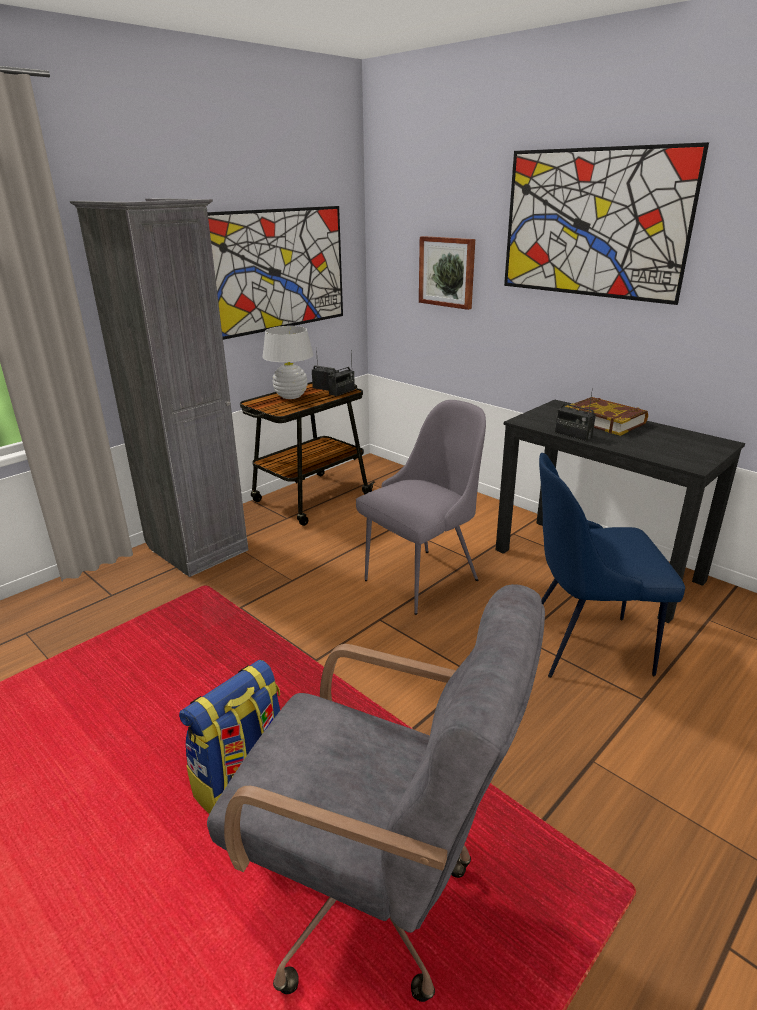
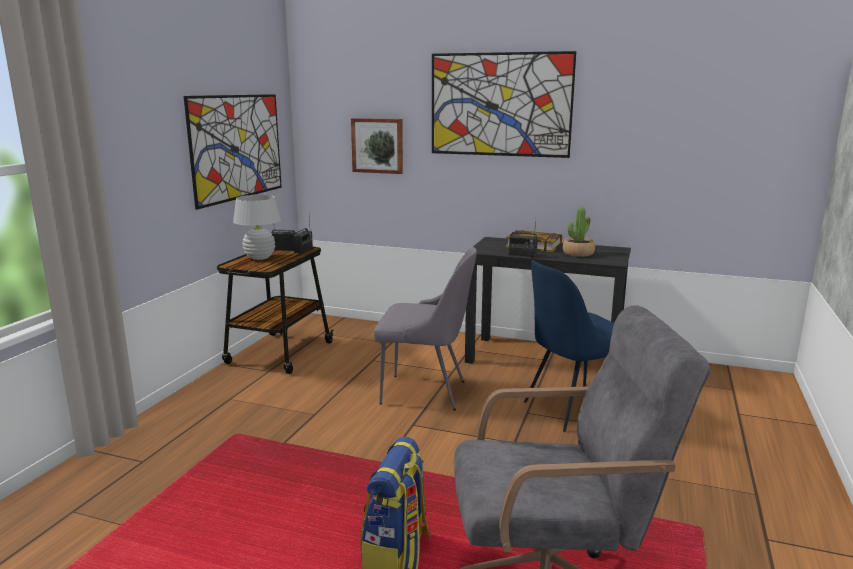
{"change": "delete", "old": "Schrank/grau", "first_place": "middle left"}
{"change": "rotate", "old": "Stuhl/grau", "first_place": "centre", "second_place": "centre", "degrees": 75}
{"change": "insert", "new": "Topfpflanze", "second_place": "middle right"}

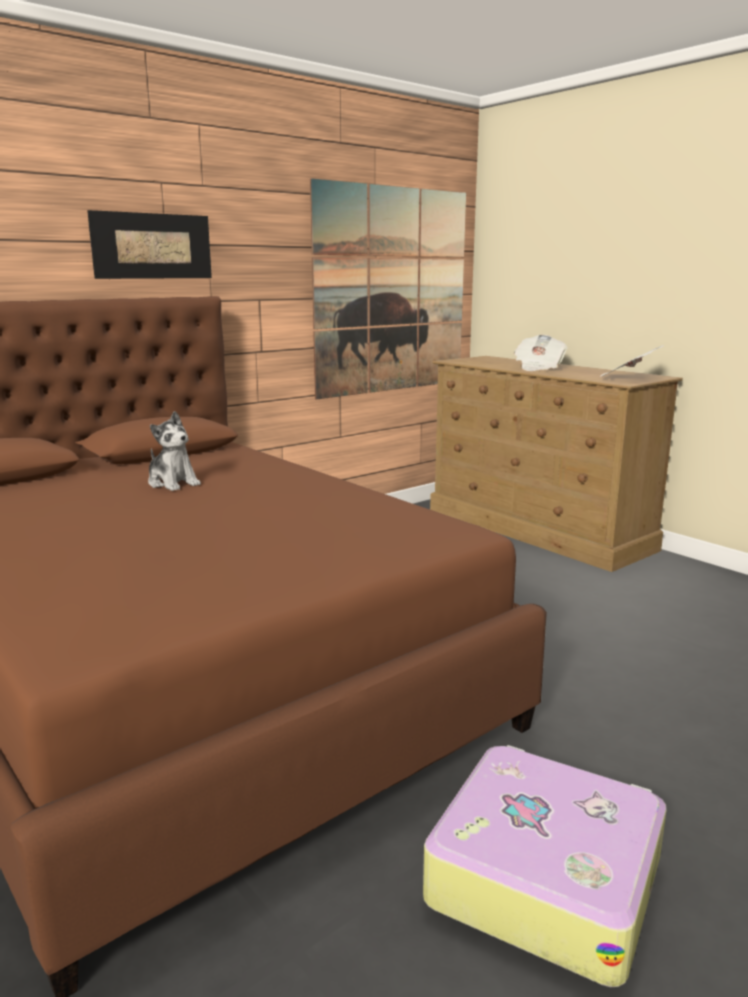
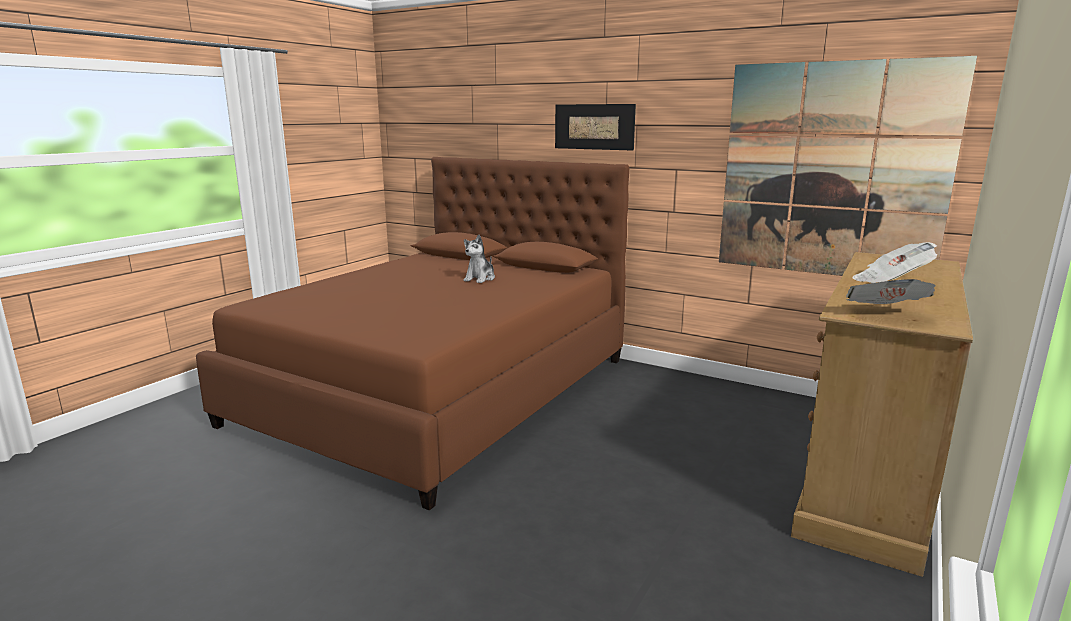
{"change": "delete", "old": "Koffer", "first_place": "bottom right"}

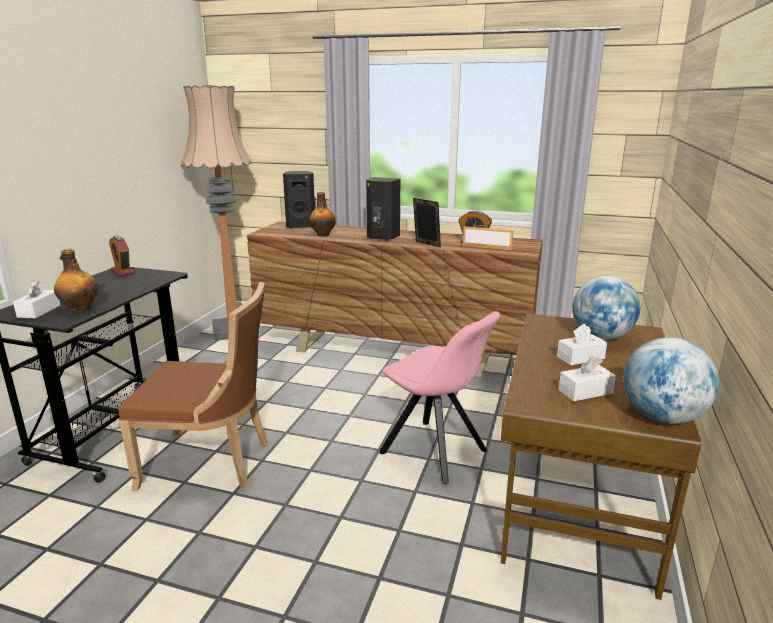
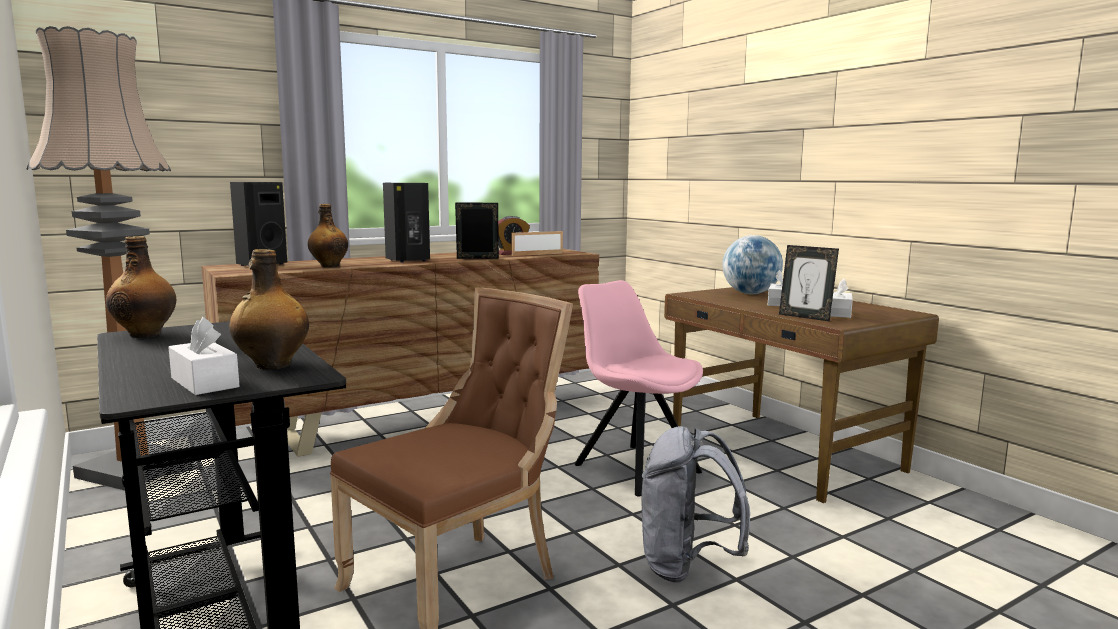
{"change": "replace", "old": "Wecker (1st from left)", "new": "Flasche (1st from left)", "first_place": "middle left", "second_place": "middle left"}
{"change": "rotate", "old": "Stuhl/rosa", "first_place": "centre", "second_place": "centre", "degrees": -120}
{"change": "delete", "old": "Globus (2nd from left)", "first_place": "middle right"}
{"change": "insert", "new": "Bilderrahmen (3rd from left)", "second_place": "middle right"}
{"change": "insert", "new": "Rucksack/grau", "second_place": "bottom centre"}

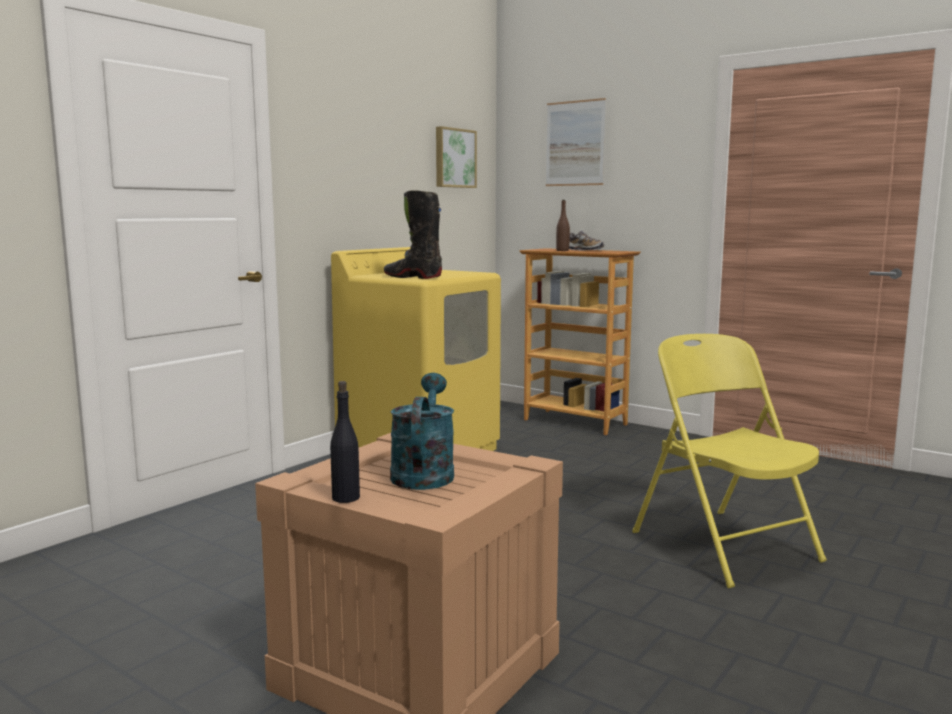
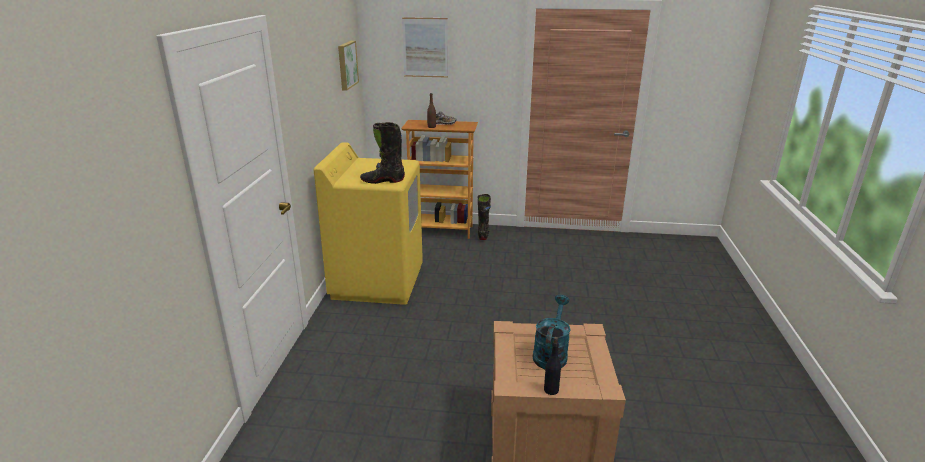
{"change": "delete", "old": "Stuhl/gelb", "first_place": "middle right"}
{"change": "rotate", "old": "Gießkanne/türkis", "first_place": "centre", "second_place": "bottom centre", "degrees": 45}
{"change": "insert", "new": "Stiefel/schwarz (2nd from left)", "second_place": "centre"}

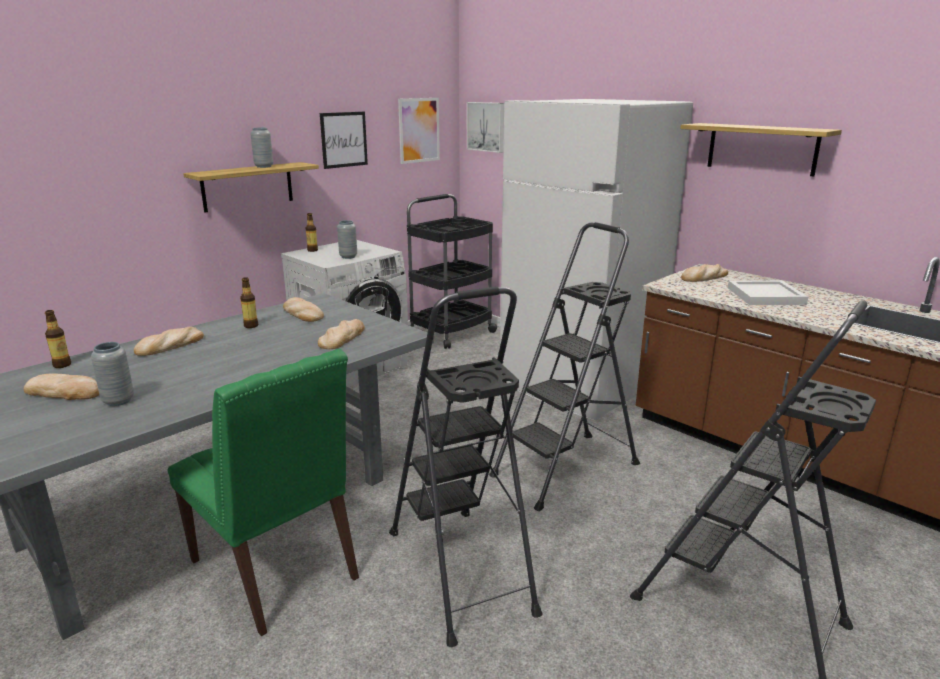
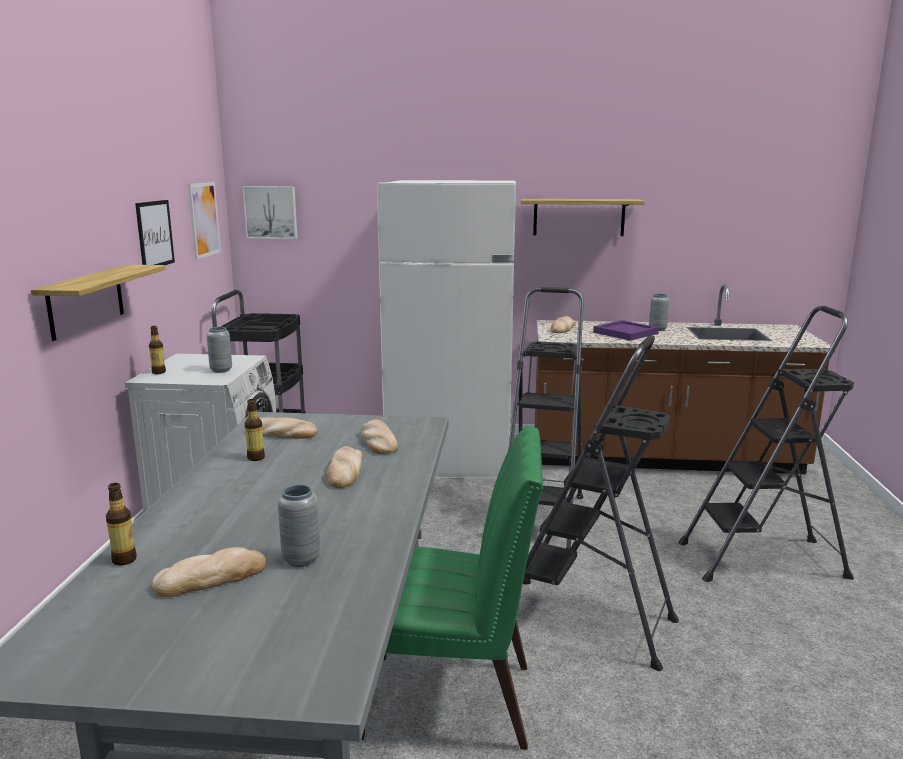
{"change": "move", "old": "Vase/grau (2nd from left in the first image)", "new": "Vase/grau (3rd from left)", "first_place": "top left", "second_place": "middle right"}
{"change": "recolor", "old": "Tablett/weiß", "new": "Tablett/lila", "first_place": "middle right", "second_place": "middle right"}
{"change": "move", "old": "Brot (2nd from left in the first image)", "new": "Brot (3rd from left)", "first_place": "middle left", "second_place": "centre"}

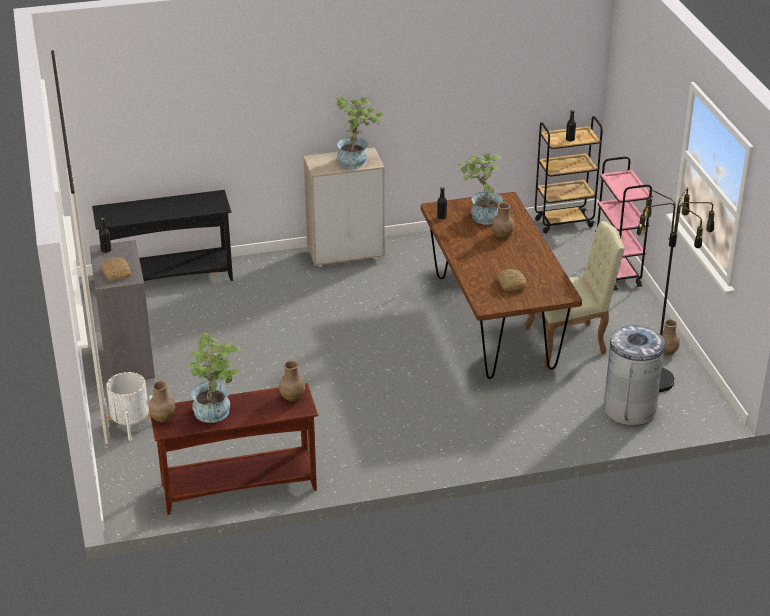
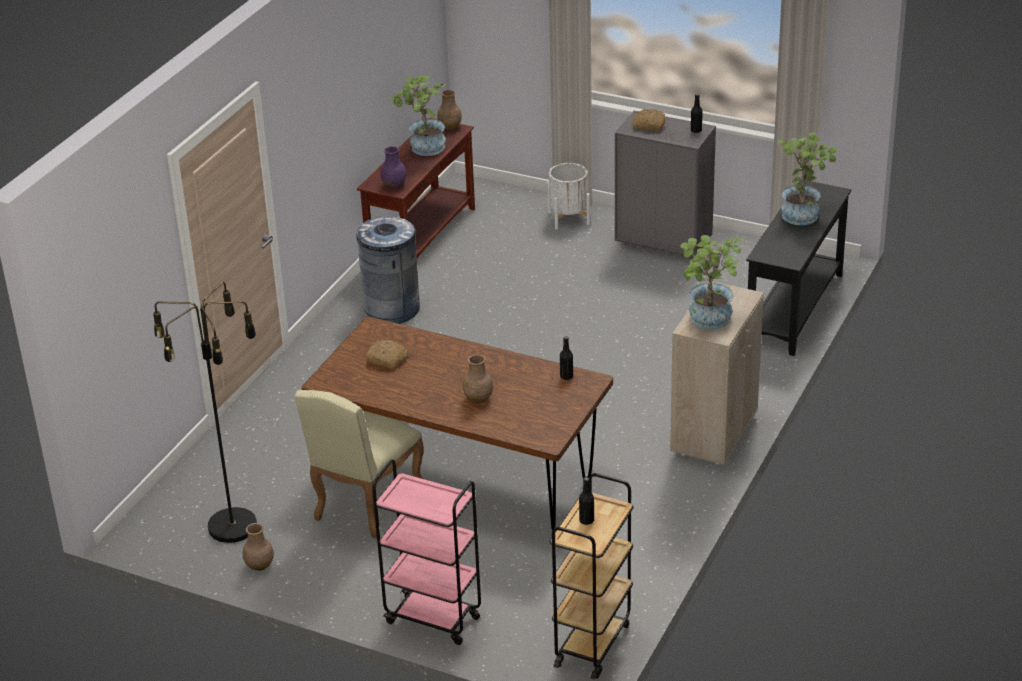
{"change": "move", "old": "Topfpflanze (3rd from left)", "first_place": "top centre", "second_place": "top right"}
{"change": "move", "old": "Mülleimer/grau", "first_place": "middle right", "second_place": "centre"}
{"change": "recolor", "old": "Vase/braun (2nd from left)", "new": "Vase/lila", "first_place": "centre", "second_place": "top centre"}

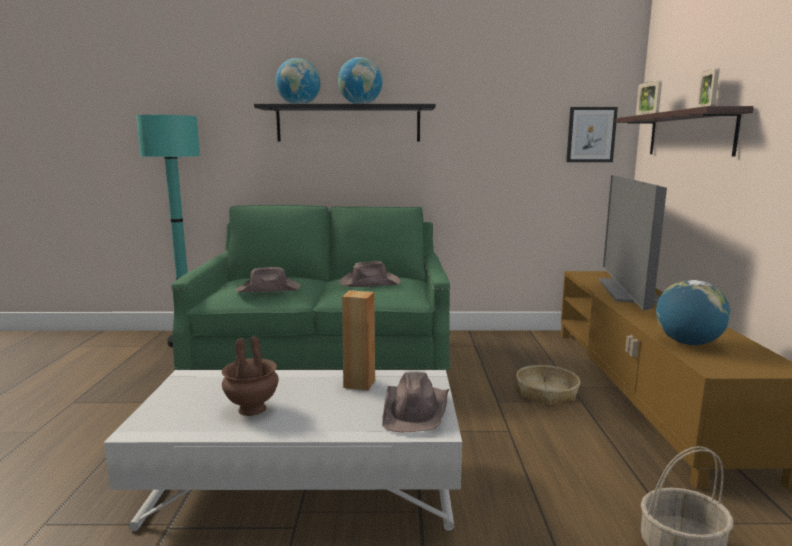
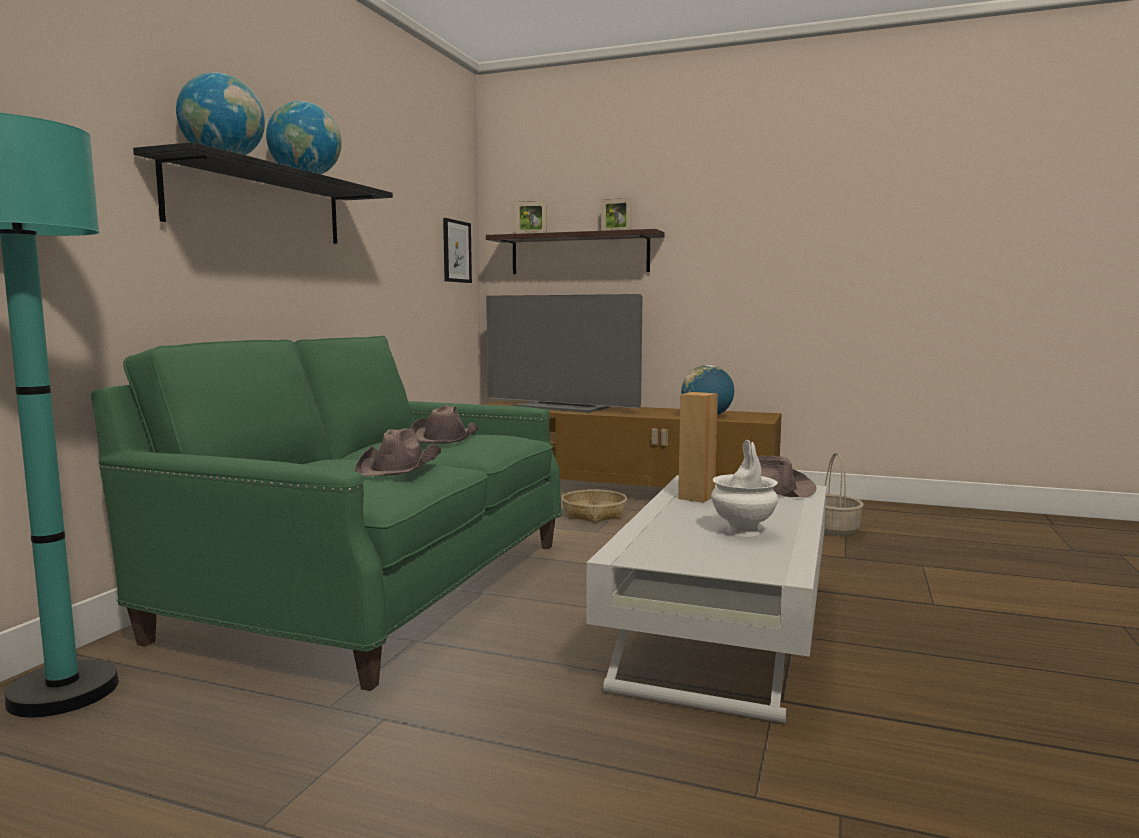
{"change": "recolor", "old": "Vase/braun", "new": "Vase/weiß", "first_place": "bottom left", "second_place": "centre"}

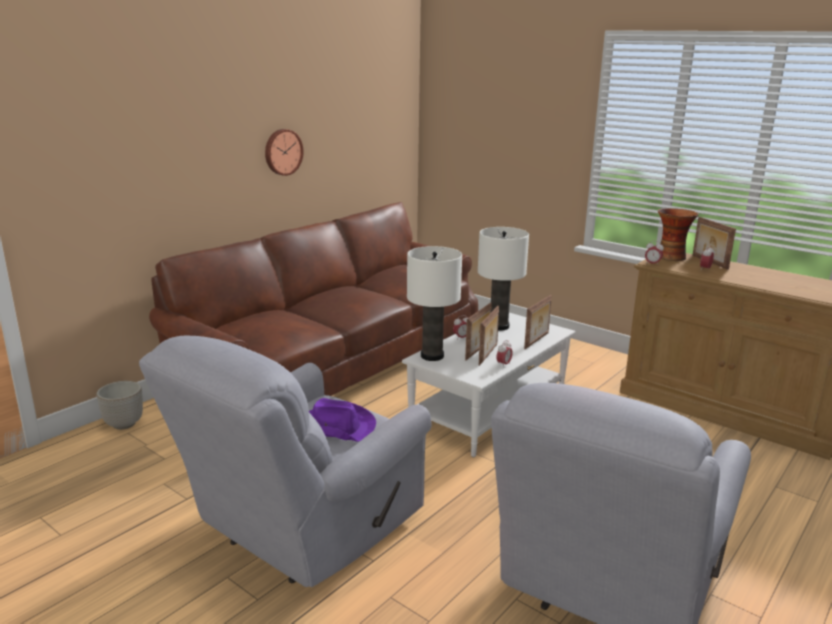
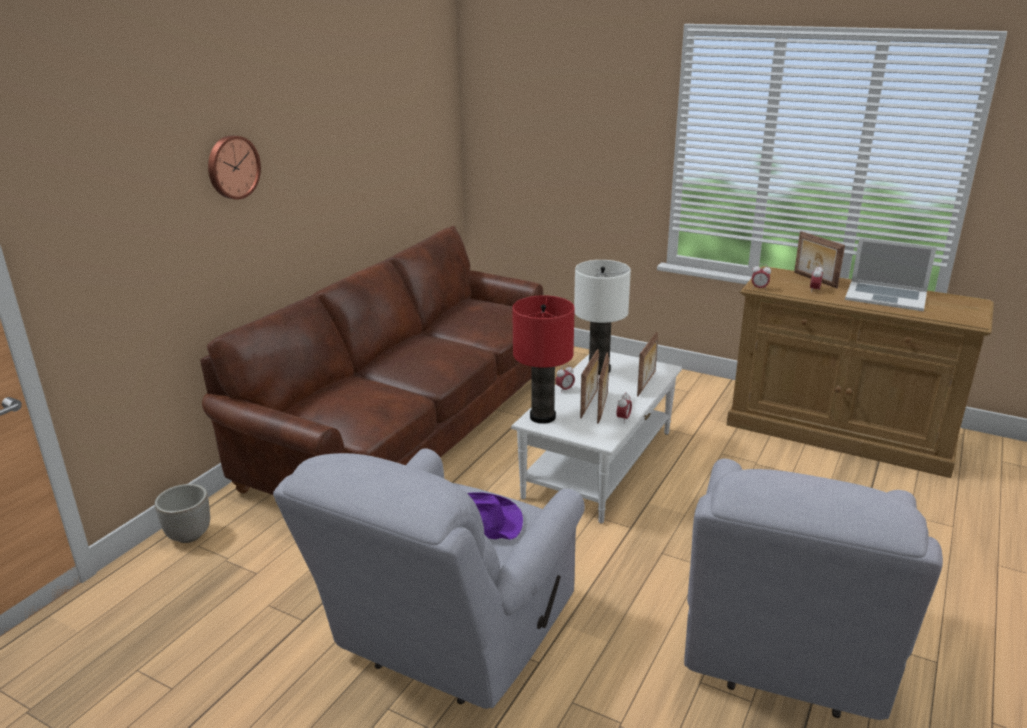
{"change": "move", "old": "Wanduhr", "first_place": "top centre", "second_place": "top left"}
{"change": "delete", "old": "Vase", "first_place": "middle right"}
{"change": "recolor", "old": "Tischlampe/weiß (1st from left)", "new": "Tischlampe/rot", "first_place": "centre", "second_place": "centre"}
{"change": "insert", "new": "Laptop", "second_place": "middle right"}

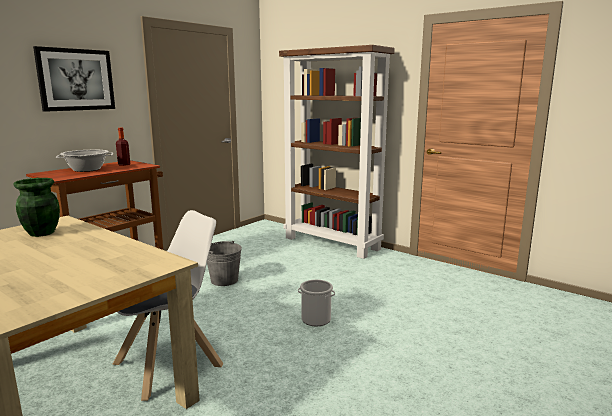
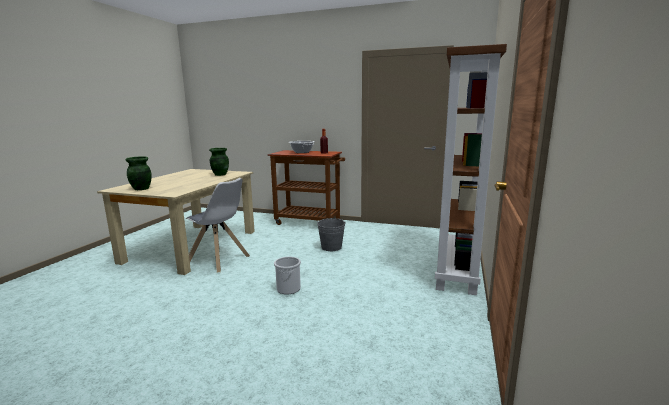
{"change": "delete", "old": "Bild", "first_place": "top left"}
{"change": "insert", "new": "Vase/grün (1st from left)", "second_place": "middle left"}

